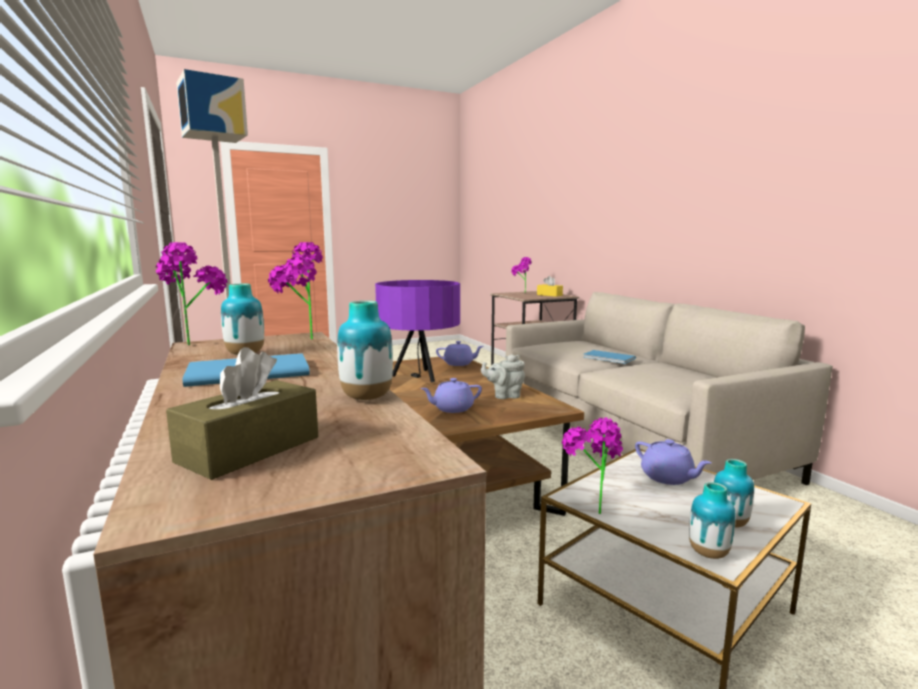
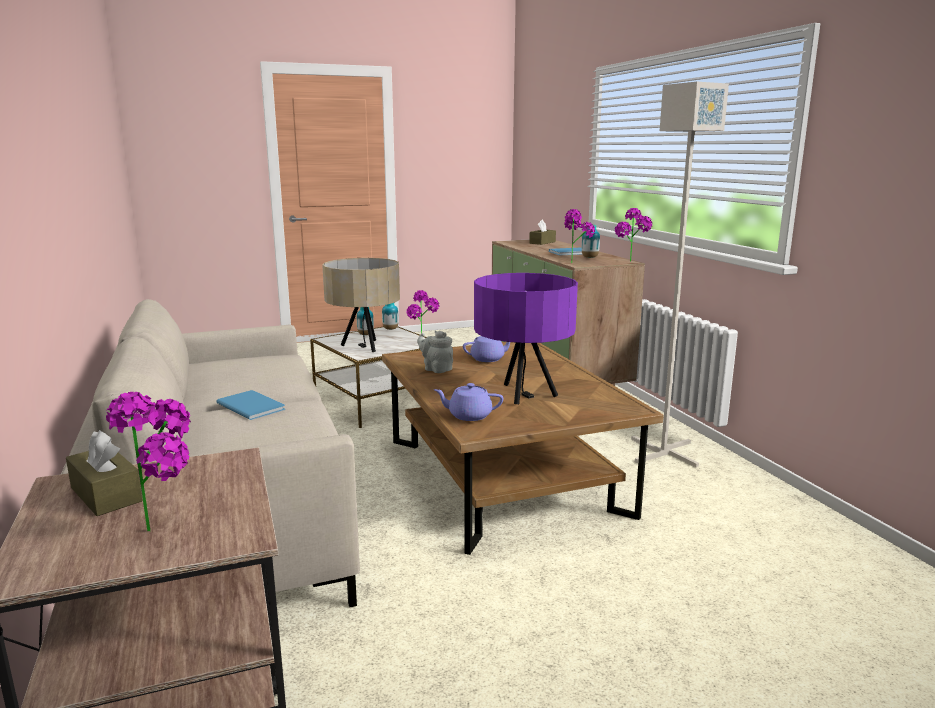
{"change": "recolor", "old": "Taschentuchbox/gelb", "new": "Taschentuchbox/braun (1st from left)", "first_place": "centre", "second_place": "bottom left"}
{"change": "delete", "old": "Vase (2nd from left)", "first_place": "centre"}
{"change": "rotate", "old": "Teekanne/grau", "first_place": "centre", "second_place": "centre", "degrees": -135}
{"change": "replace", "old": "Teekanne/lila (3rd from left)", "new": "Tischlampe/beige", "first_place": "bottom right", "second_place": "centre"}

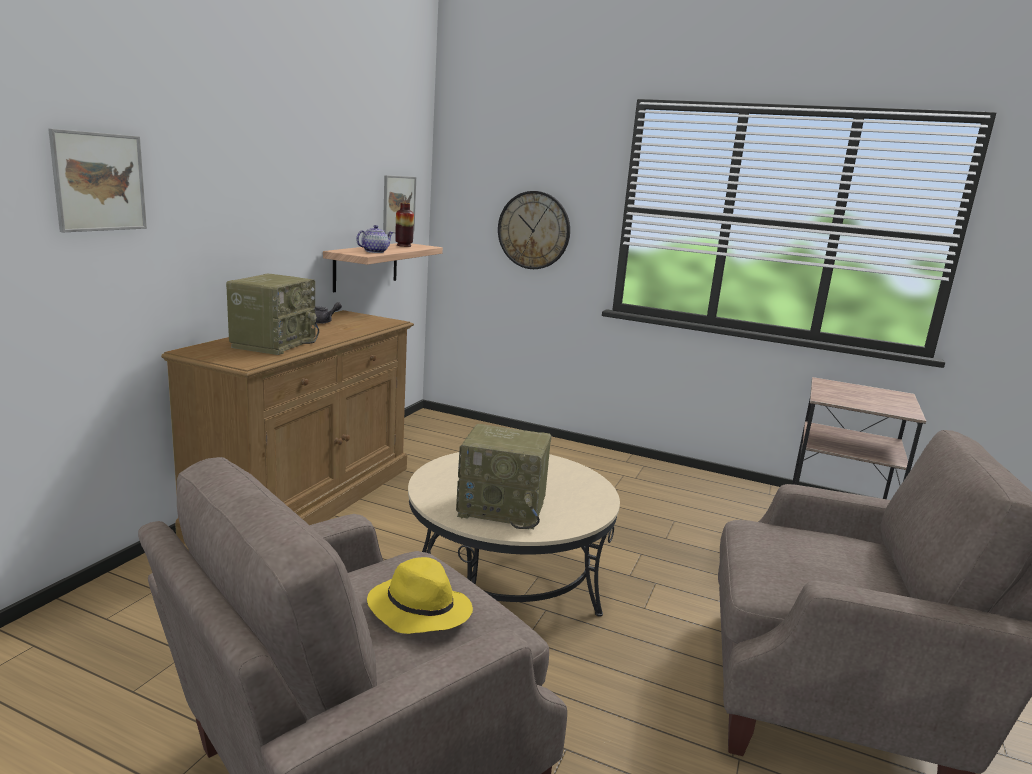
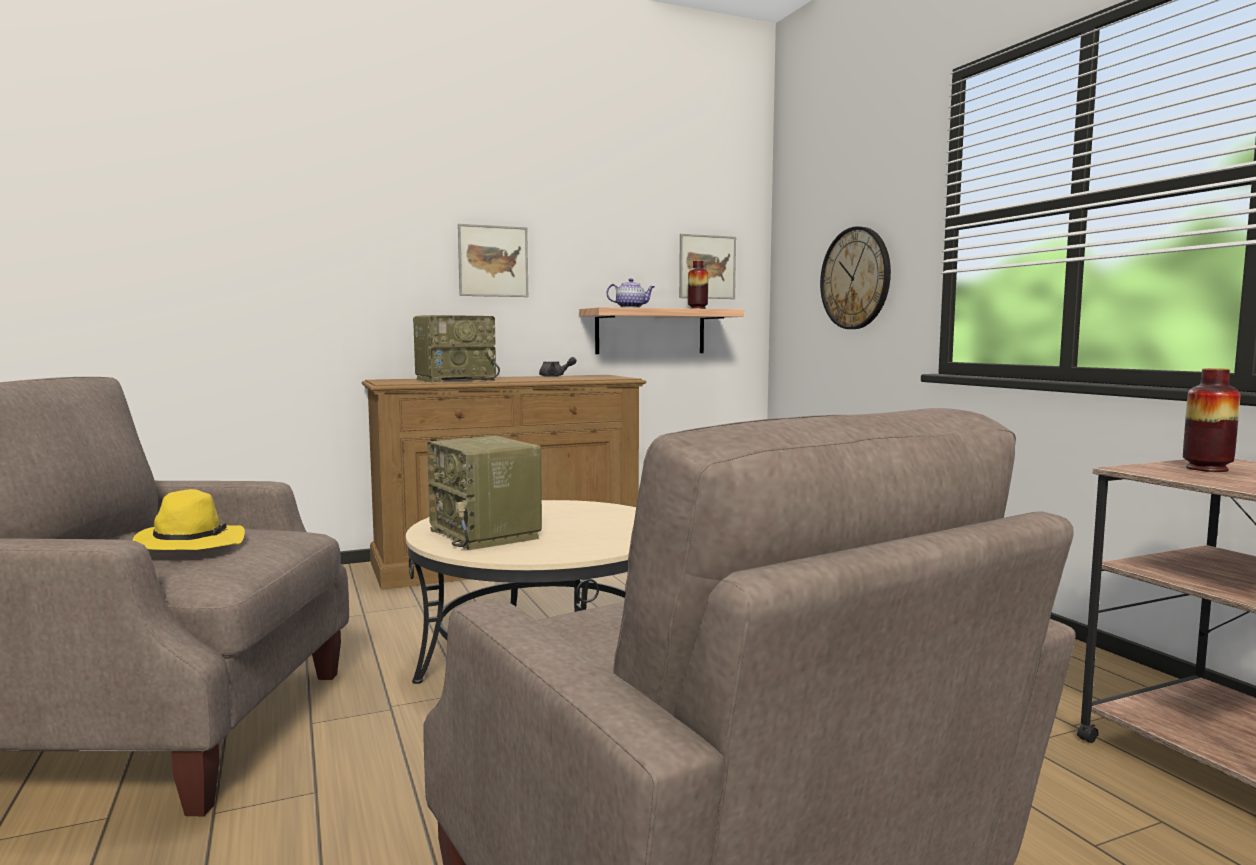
{"change": "move", "old": "Bild (1st from left)", "first_place": "top left", "second_place": "top centre"}
{"change": "insert", "new": "Vase (2nd from left)", "second_place": "middle right"}

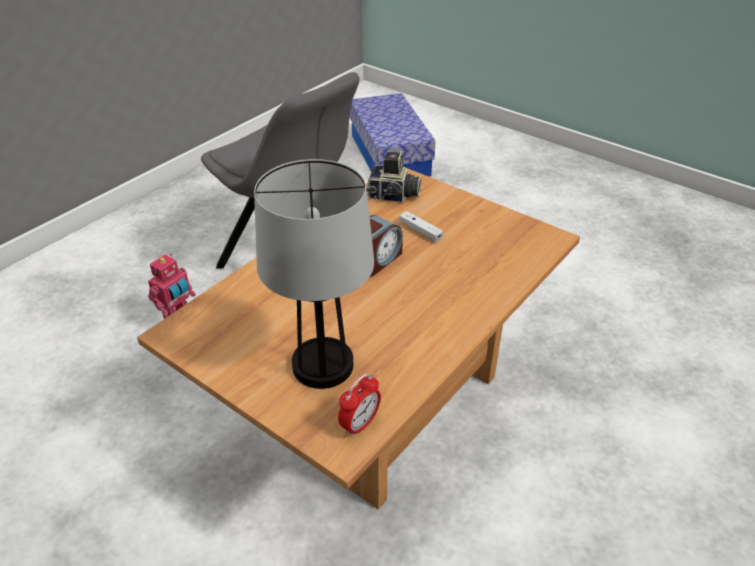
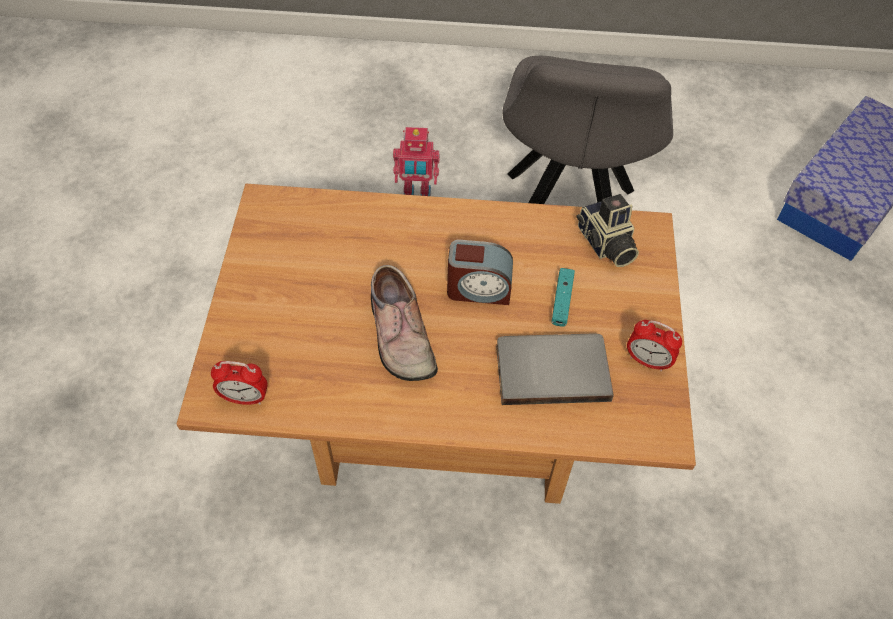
{"change": "delete", "old": "Tischlampe", "first_place": "centre"}
{"change": "recolor", "old": "Gamepad/weiß", "new": "Gamepad/türkis", "first_place": "centre", "second_place": "centre"}
{"change": "insert", "new": "Schuh", "second_place": "centre"}
{"change": "insert", "new": "Wecker (3rd from left)", "second_place": "middle right"}
{"change": "insert", "new": "Buch/grau", "second_place": "centre"}

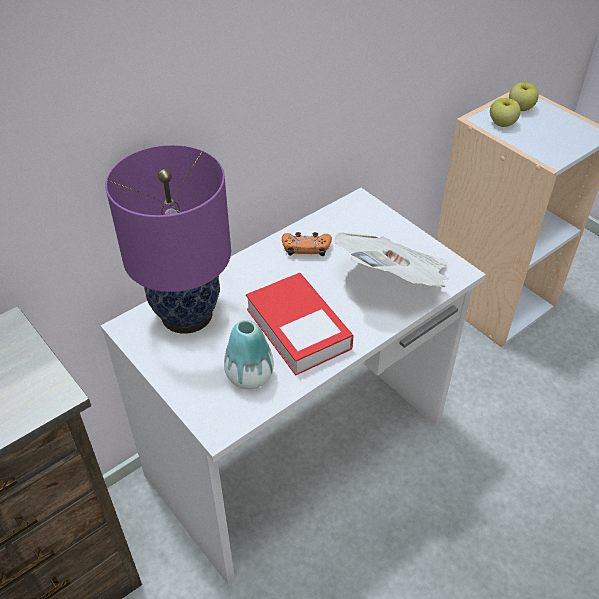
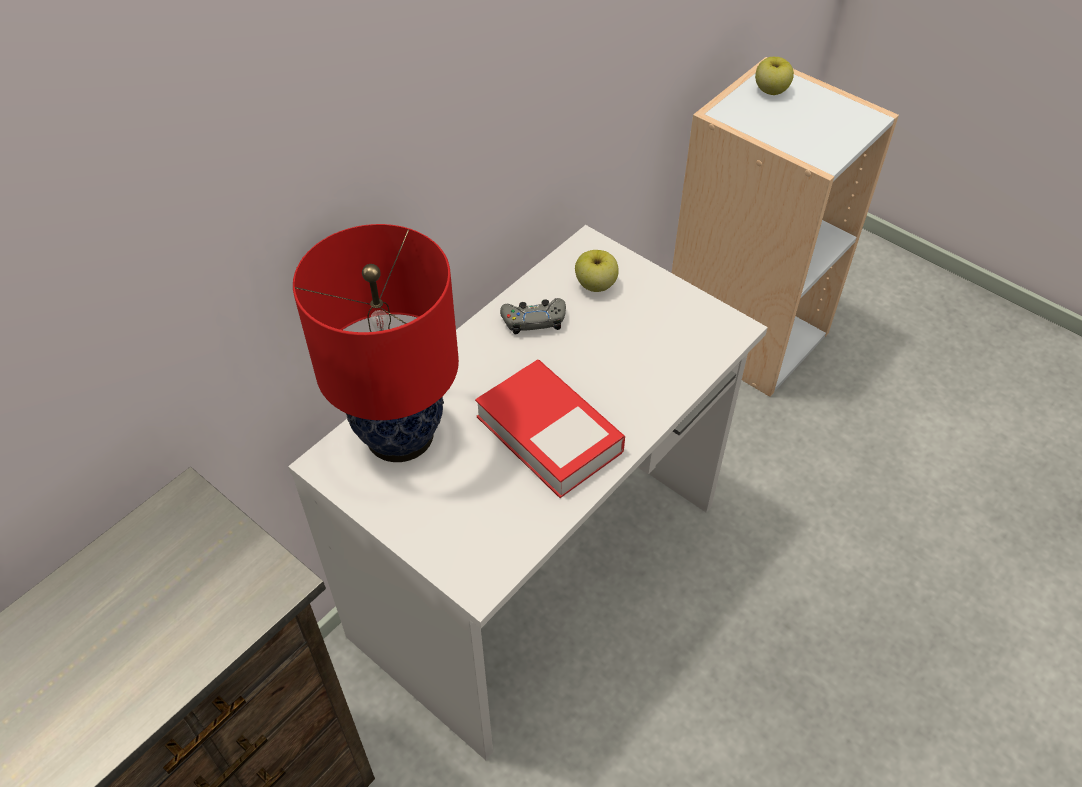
{"change": "move", "old": "Apfel (1st from left)", "first_place": "top right", "second_place": "centre"}
{"change": "recolor", "old": "Tischlampe/lila", "new": "Tischlampe/rot", "first_place": "middle left", "second_place": "centre"}
{"change": "recolor", "old": "Gamepad/orange", "new": "Gamepad/grau", "first_place": "centre", "second_place": "centre"}
{"change": "delete", "old": "Zeitung", "first_place": "centre"}
{"change": "delete", "old": "Vase", "first_place": "centre"}

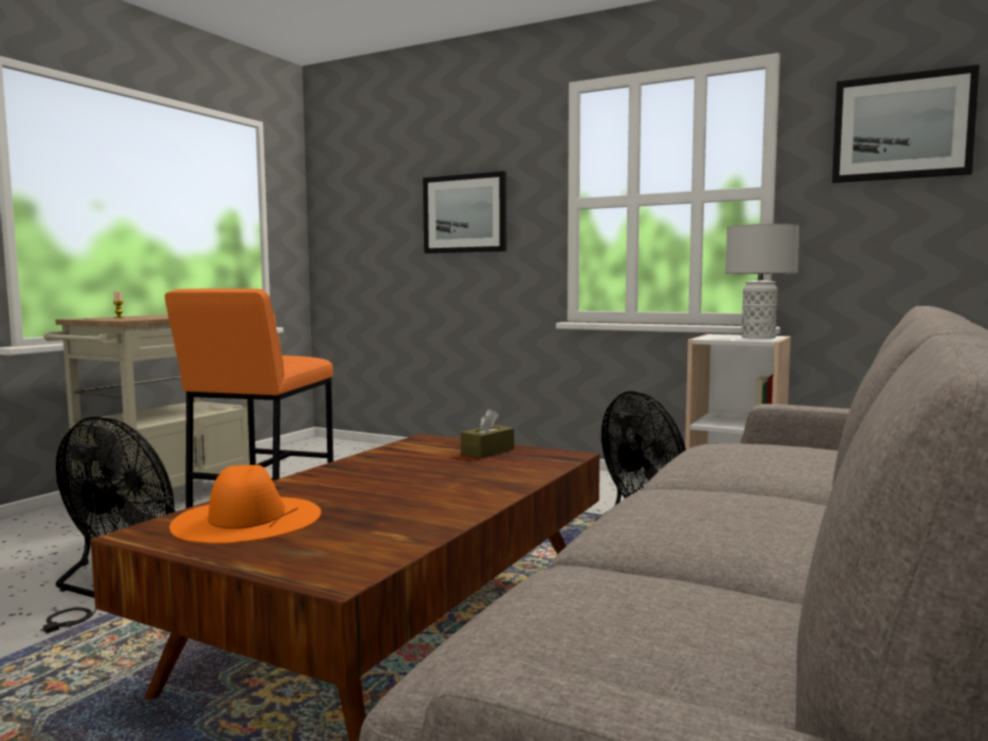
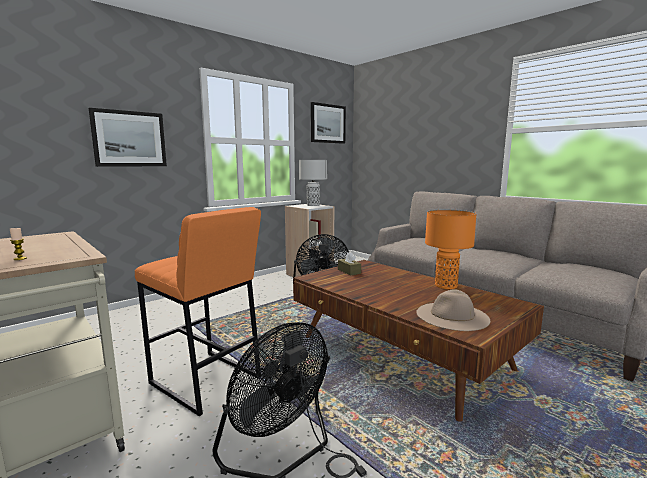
{"change": "recolor", "old": "Hut/orange", "new": "Hut/beige", "first_place": "bottom left", "second_place": "middle right"}
{"change": "insert", "new": "Tischlampe/orange", "second_place": "middle right"}

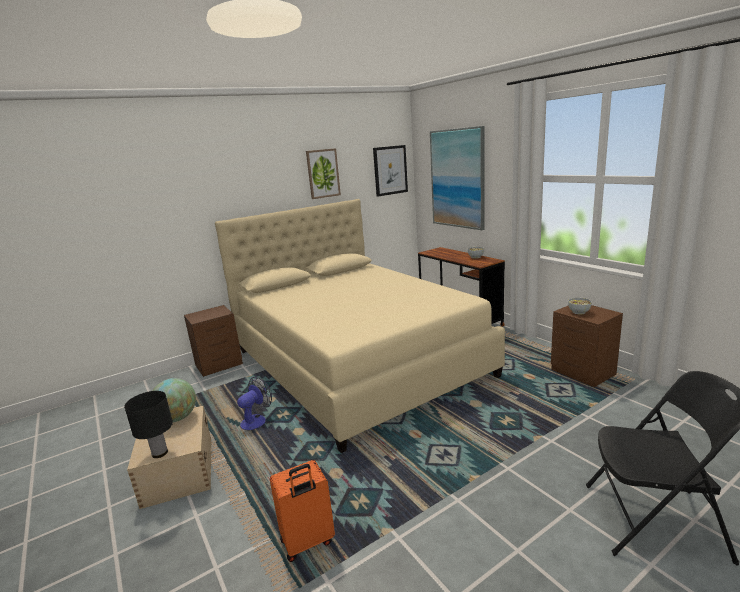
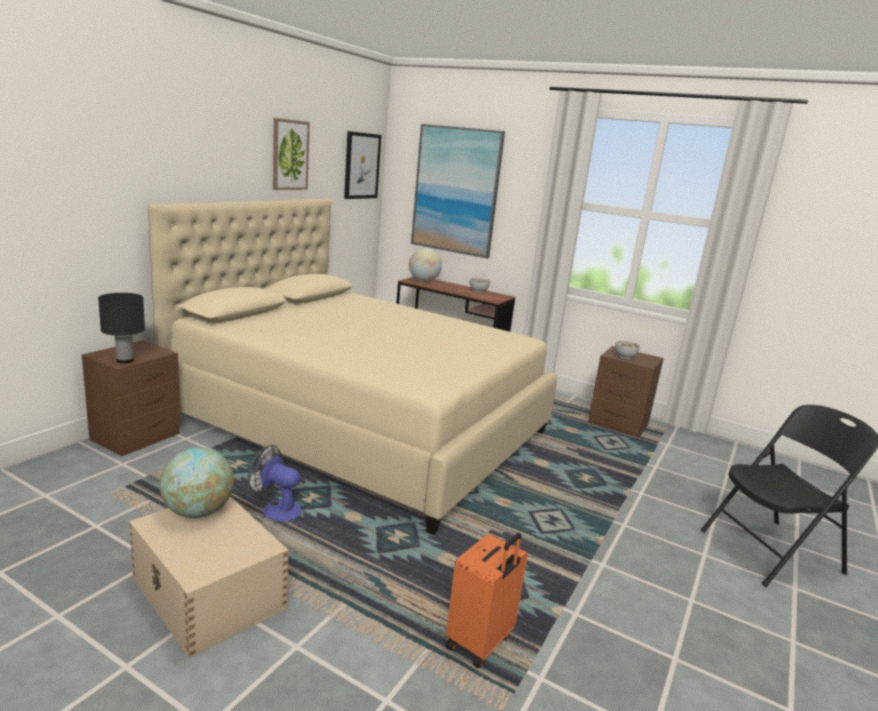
{"change": "rotate", "old": "Ventilator", "first_place": "bottom centre", "second_place": "bottom left", "degrees": -75}
{"change": "move", "old": "Tischlampe/schwarz", "first_place": "bottom left", "second_place": "middle left"}
{"change": "insert", "new": "Globus (2nd from left)", "second_place": "centre"}

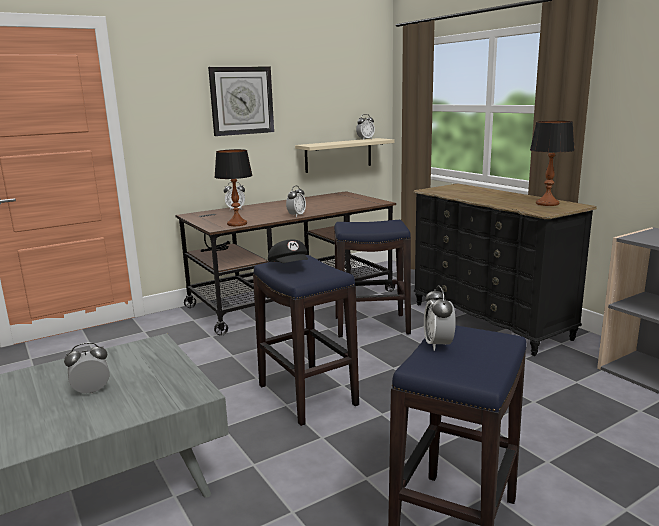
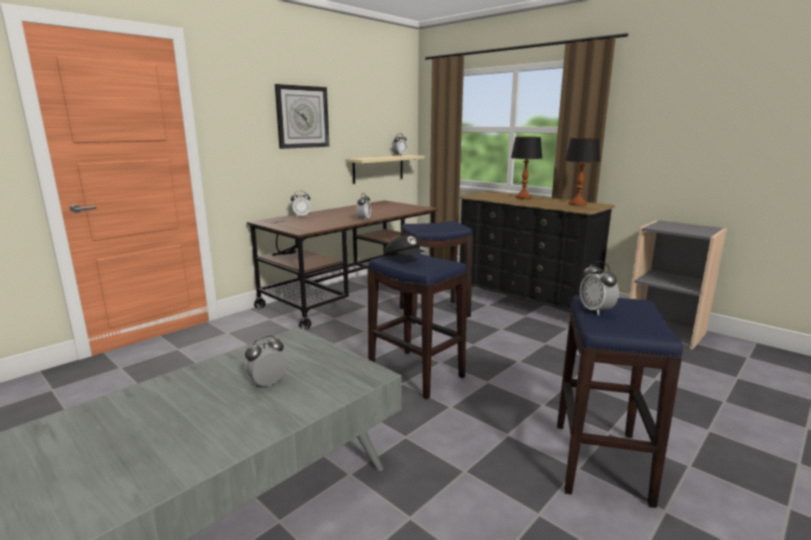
{"change": "move", "old": "Tischlampe (1st from left)", "first_place": "centre", "second_place": "top centre"}

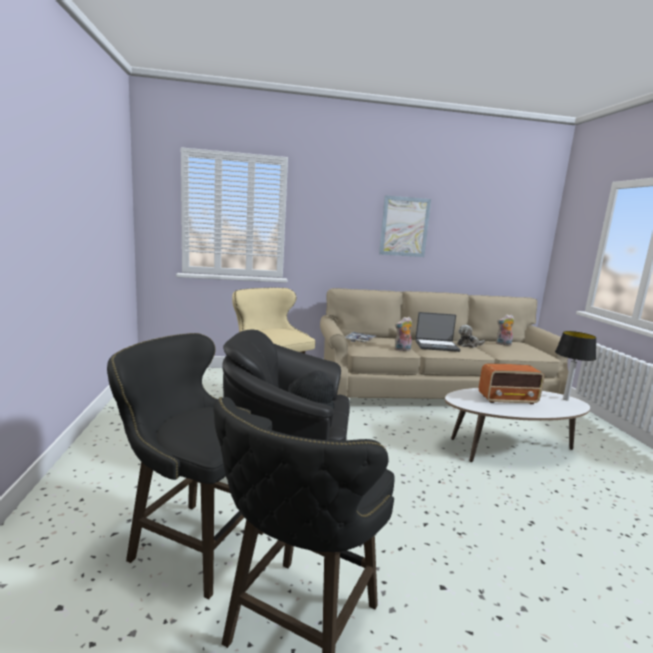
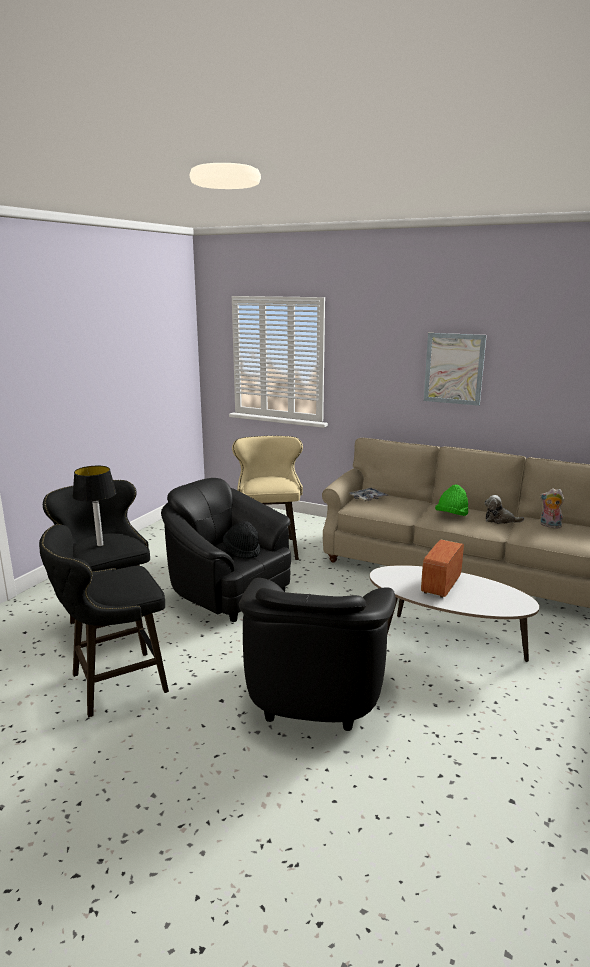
{"change": "replace", "old": "Laptop", "new": "Hut/grün", "first_place": "middle right", "second_place": "middle right"}
{"change": "delete", "old": "Plüschtier (1st from left)", "first_place": "centre"}
{"change": "move", "old": "Tischlampe", "first_place": "middle right", "second_place": "middle left"}
{"change": "rotate", "old": "Radio", "first_place": "middle right", "second_place": "middle right", "degrees": 90}
{"change": "insert", "new": "Sessel/schwarz (2nd from left)", "second_place": "bottom centre"}

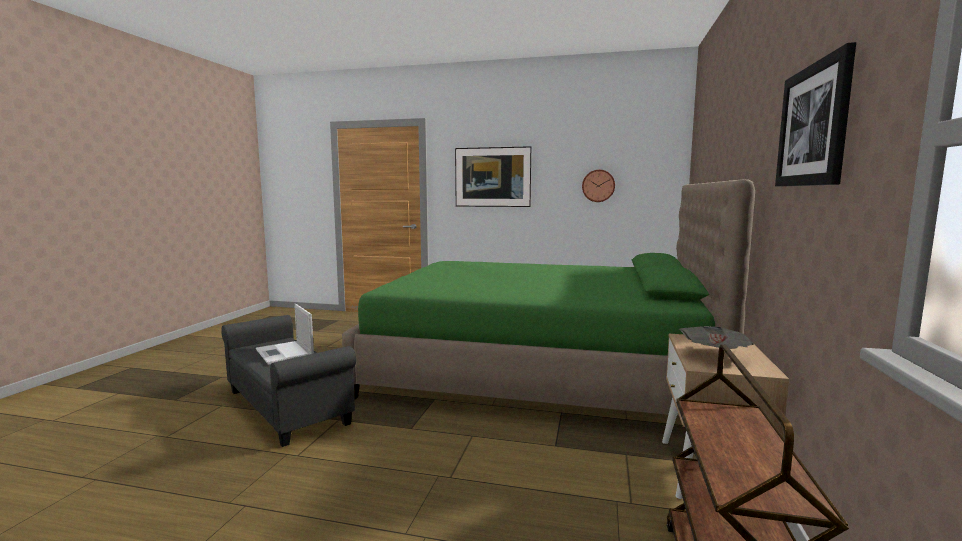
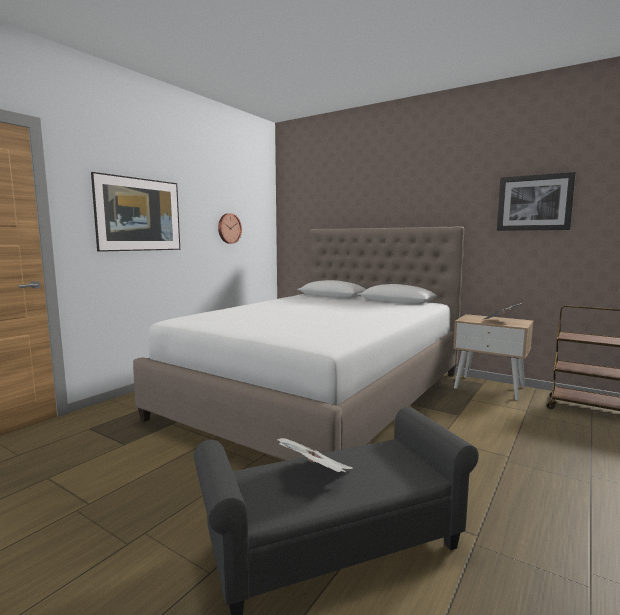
{"change": "recolor", "old": "Bett/grün", "new": "Bett/weiß", "first_place": "centre", "second_place": "centre"}
{"change": "replace", "old": "Laptop", "new": "Zeitung (1st from left)", "first_place": "middle left", "second_place": "bottom centre"}

